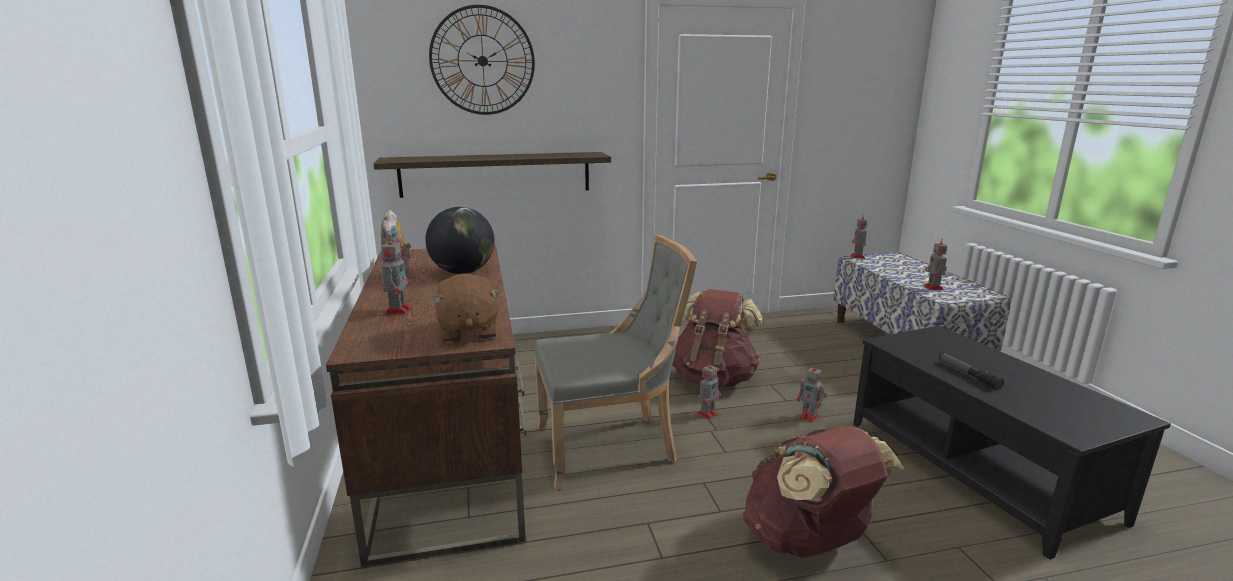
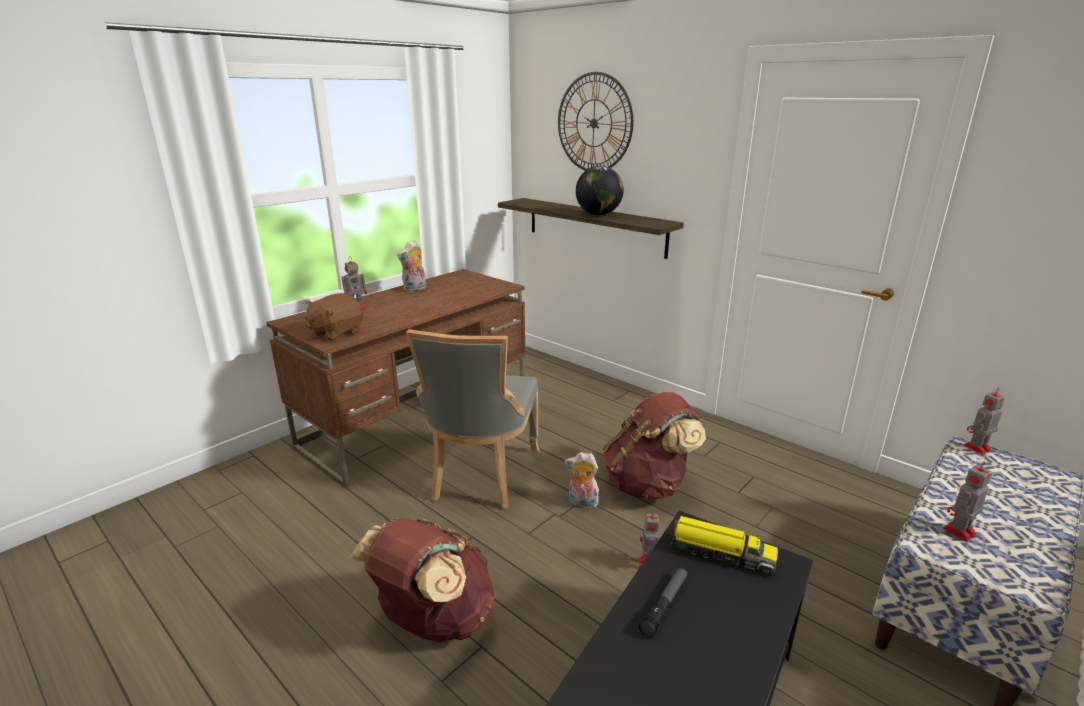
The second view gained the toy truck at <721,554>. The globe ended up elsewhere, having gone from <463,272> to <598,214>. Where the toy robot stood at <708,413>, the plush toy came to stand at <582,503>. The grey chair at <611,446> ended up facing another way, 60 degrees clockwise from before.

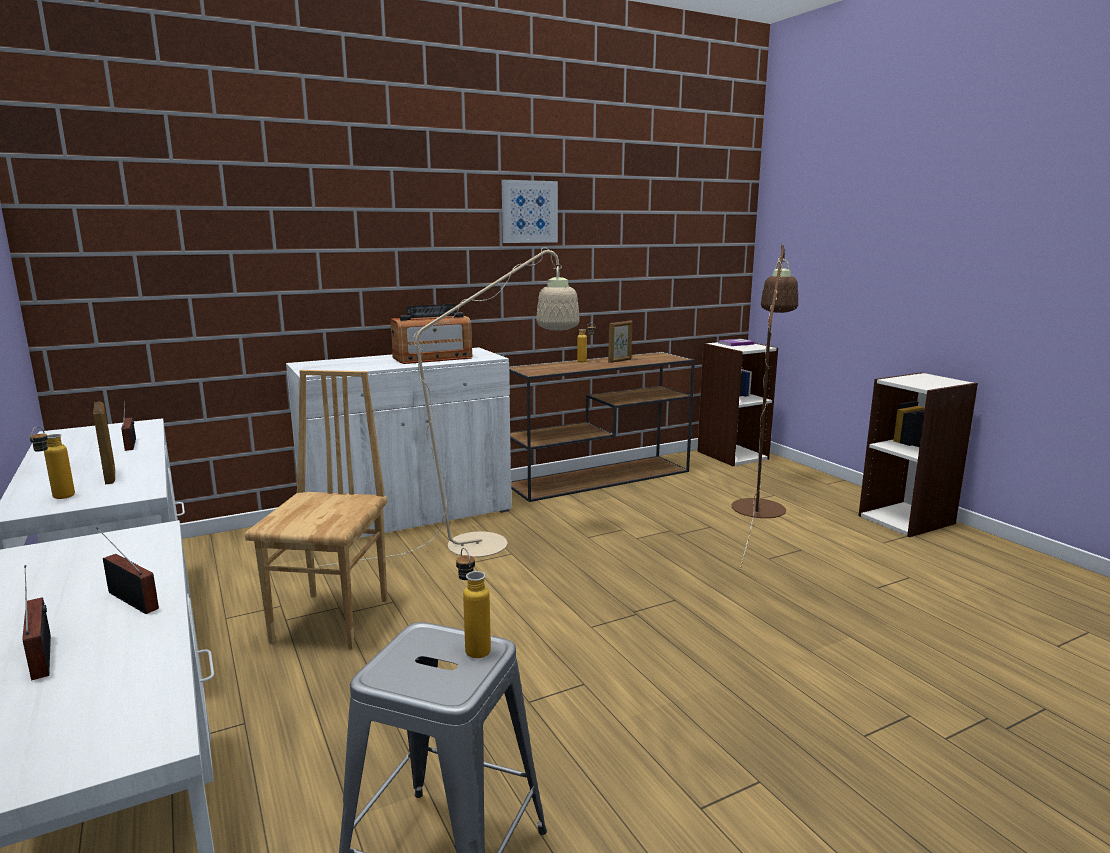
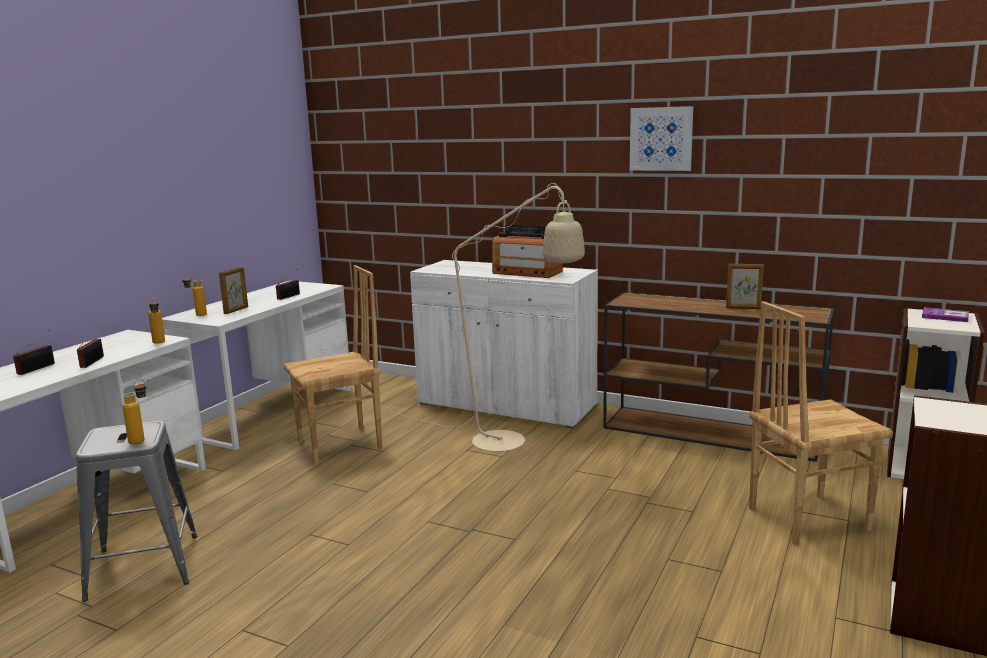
The bottle ended up elsewhere, having gone from <586,361> to <159,343>. Where the brown floor lamp stood at <759,503>, the brown chair came to stand at <806,518>.

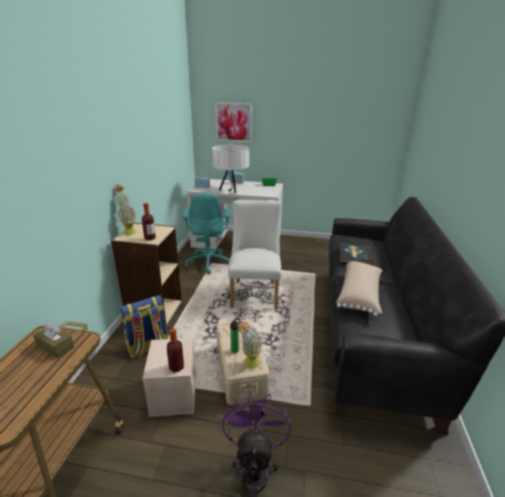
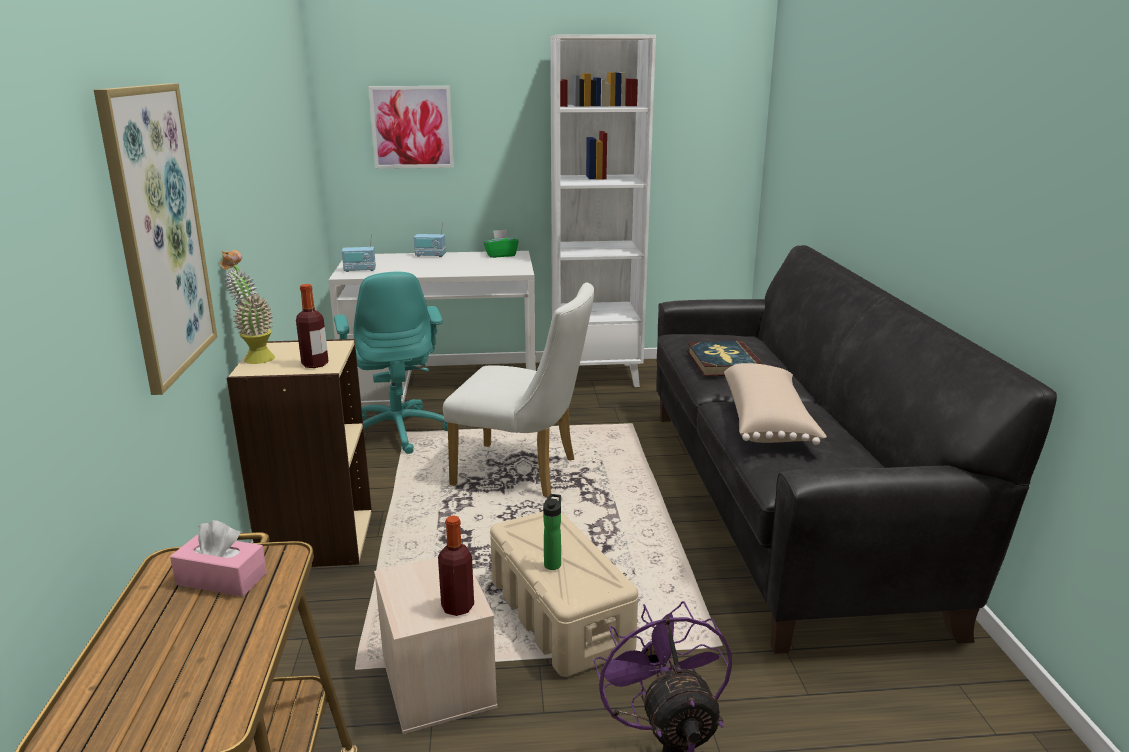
The second view lost the backpack at <148,347>. The second view lost the white table lamp at <231,189>. The second view lost the potted plant at <249,365>. The second view gained the picture at <158,233>. The second view gained the white bookcase at <596,376>. What was the brown tissue box at <55,346> turned into the pink tissue box at <222,579>. The white chair at <254,292> ended up facing another way, 120 degrees clockwise from before.

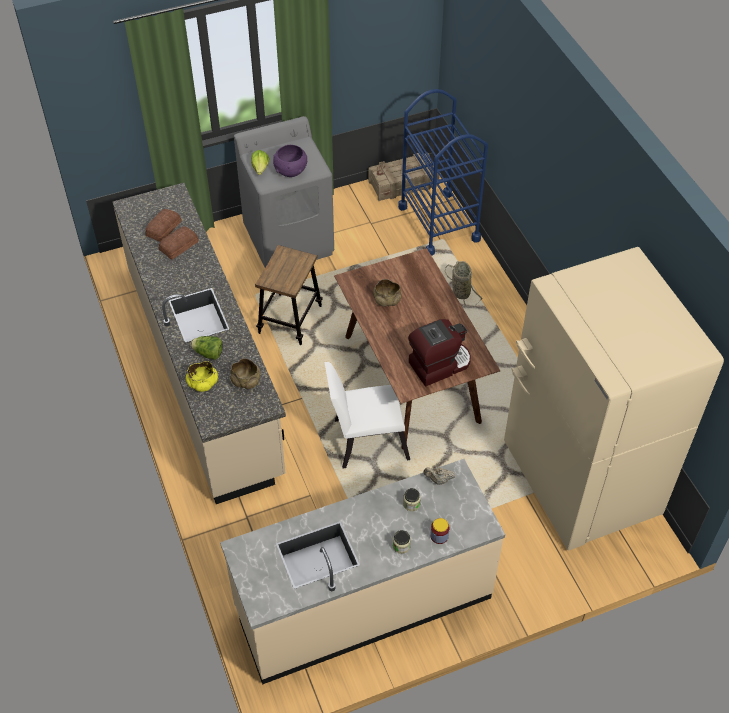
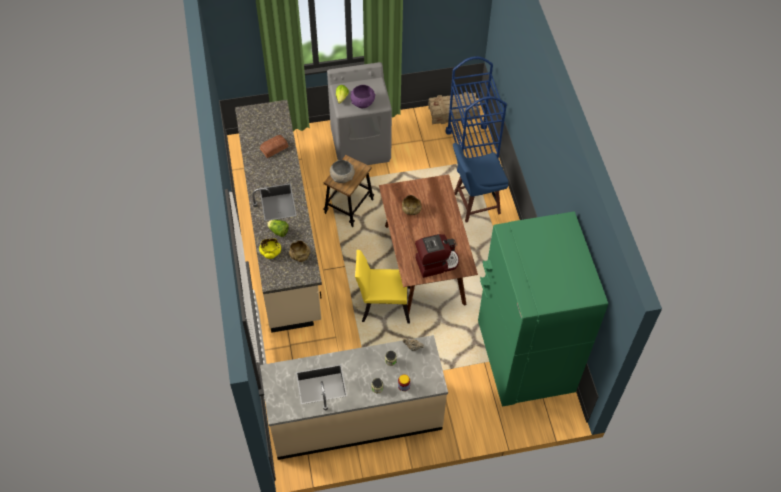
The second view lost the bread at <162,228>. The second view gained the grey bowl at <342,177>. Where the basket stood at <460,291>, the blue stool came to stand at <475,204>. What was the white chair at <365,439> turned into the yellow chair at <382,303>. What was the beige fridge at <579,481> turned into the green fridge at <524,358>.

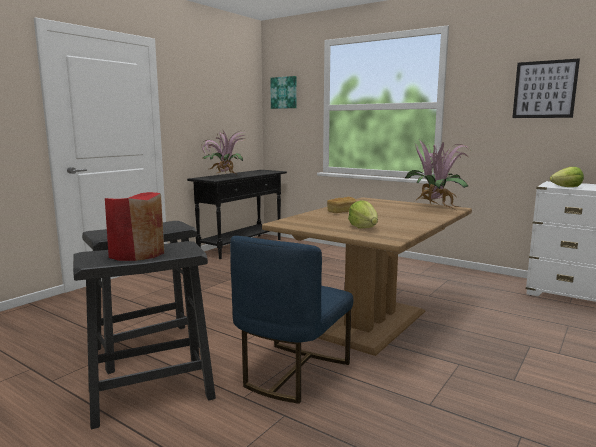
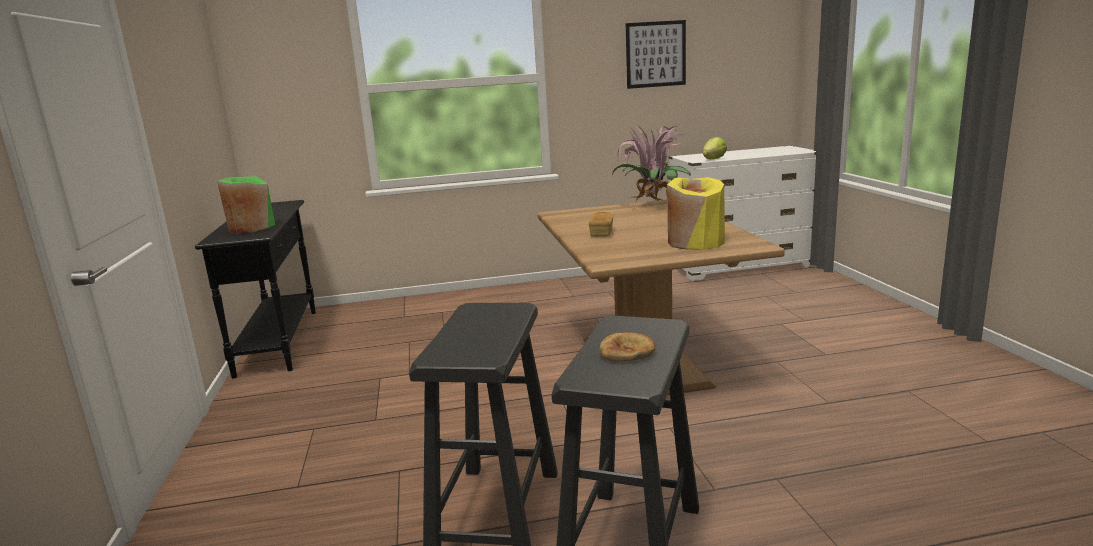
The second view lost the blue chair at <291,373>. The second view lost the picture at <284,92>. Where the red vase stood at <138,253>, the bread came to stand at <627,351>. Where the potted plant stood at <224,176>, the green vase came to stand at <251,228>. Where the lettuce stood at <364,228>, the yellow vase came to stand at <695,242>.

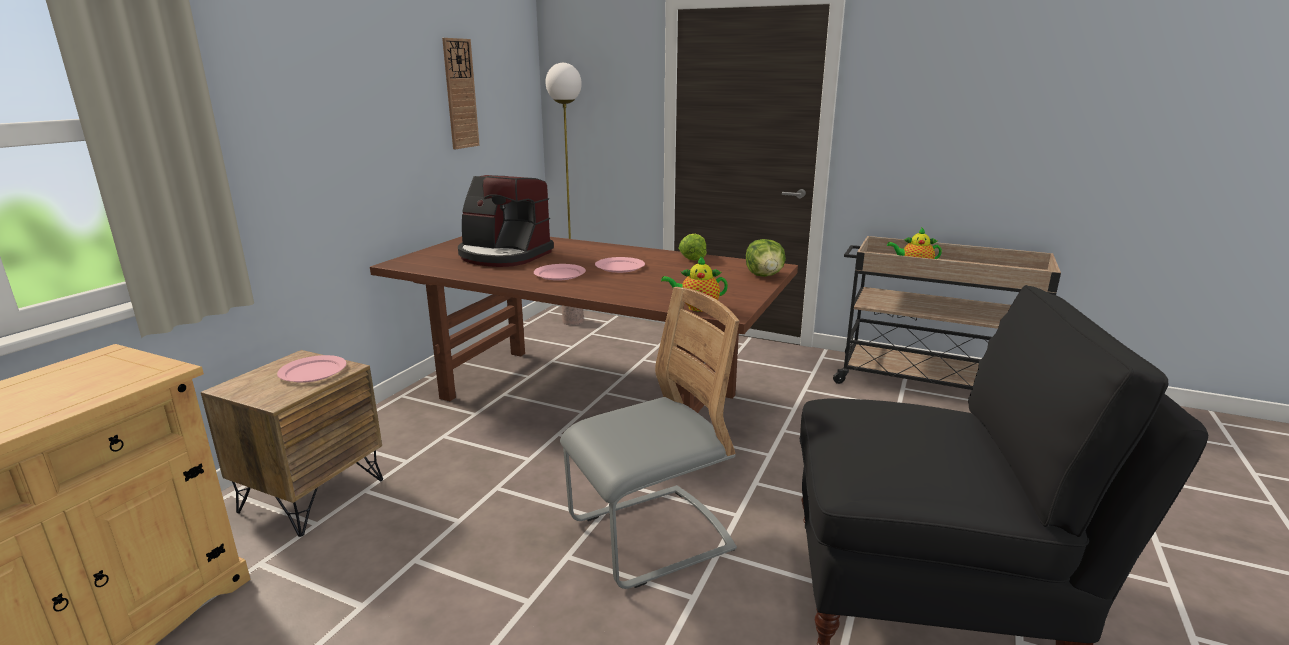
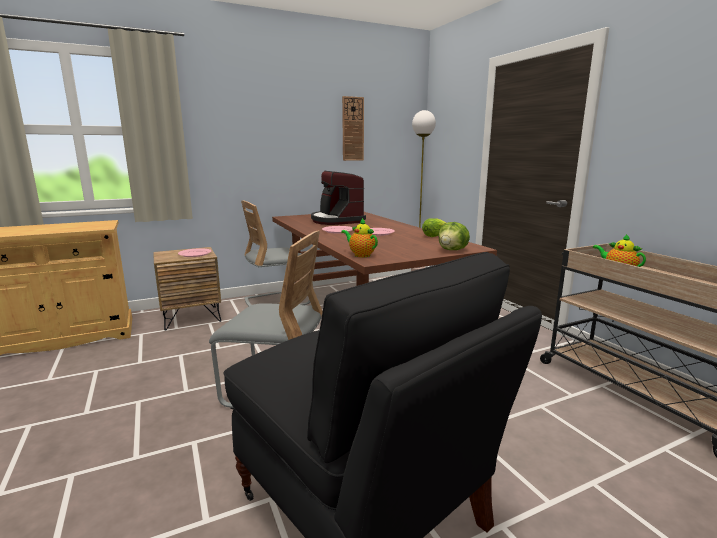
The second view gained the grey chair at <277,302>.

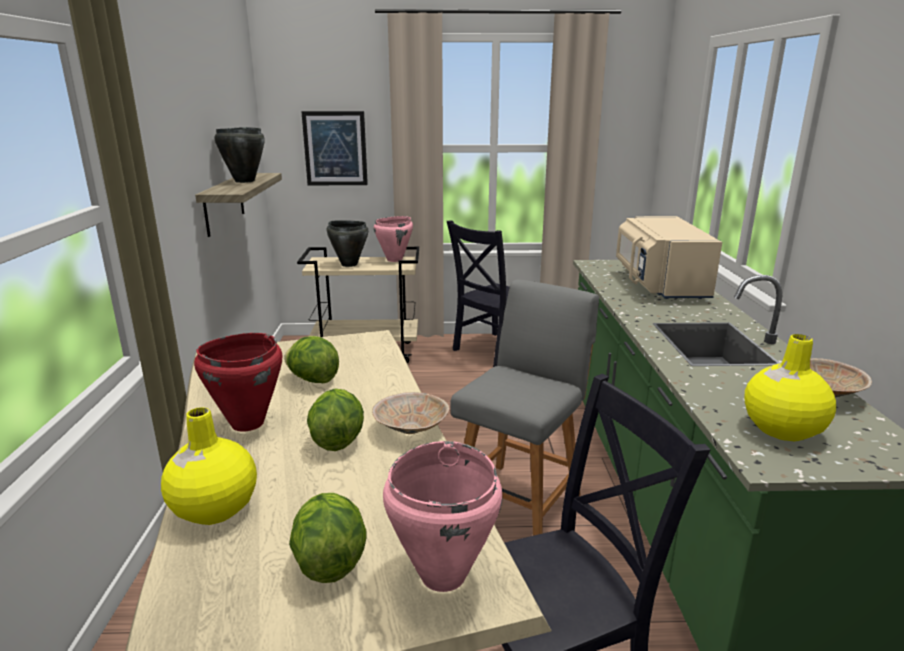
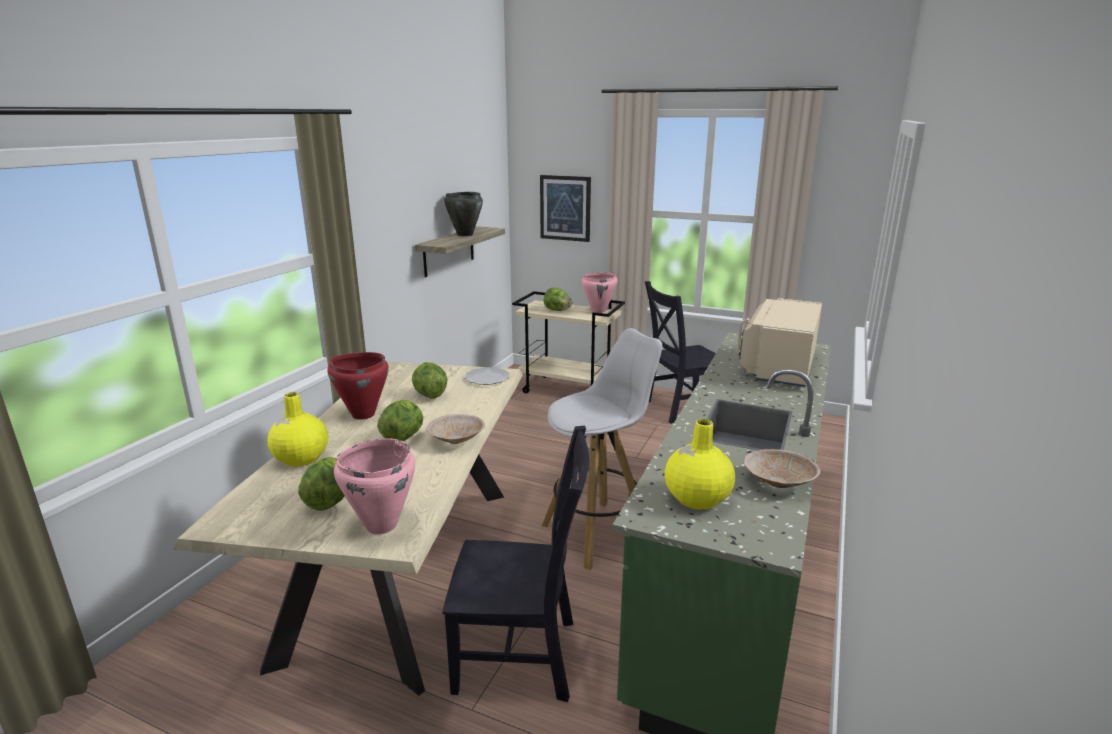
The second view gained the plate at <486,378>. Where the black cooking pot stood at <349,264>, the lettuce came to stand at <557,310>. Where the grey chair stood at <519,500>, the white stool came to stand at <598,533>.

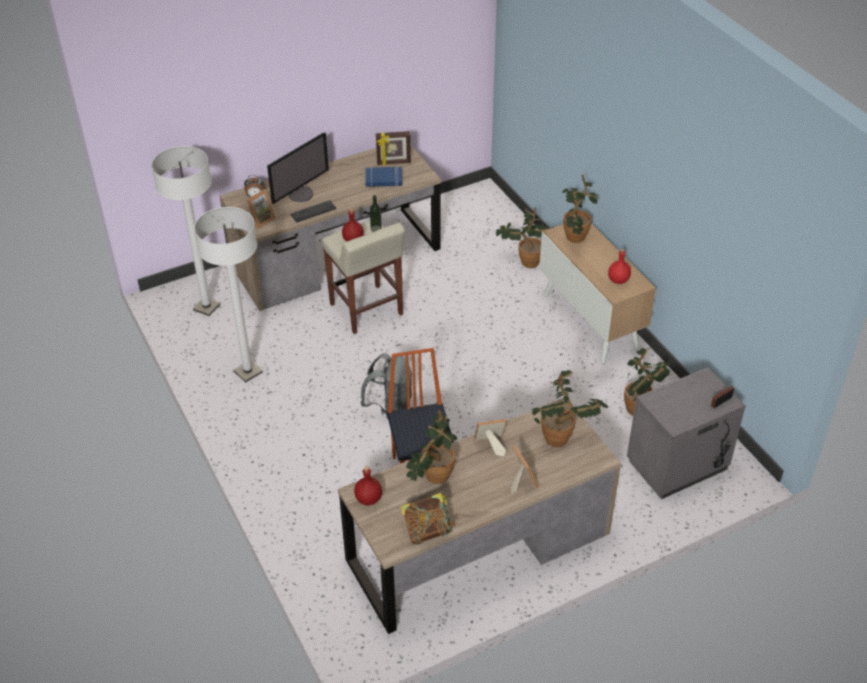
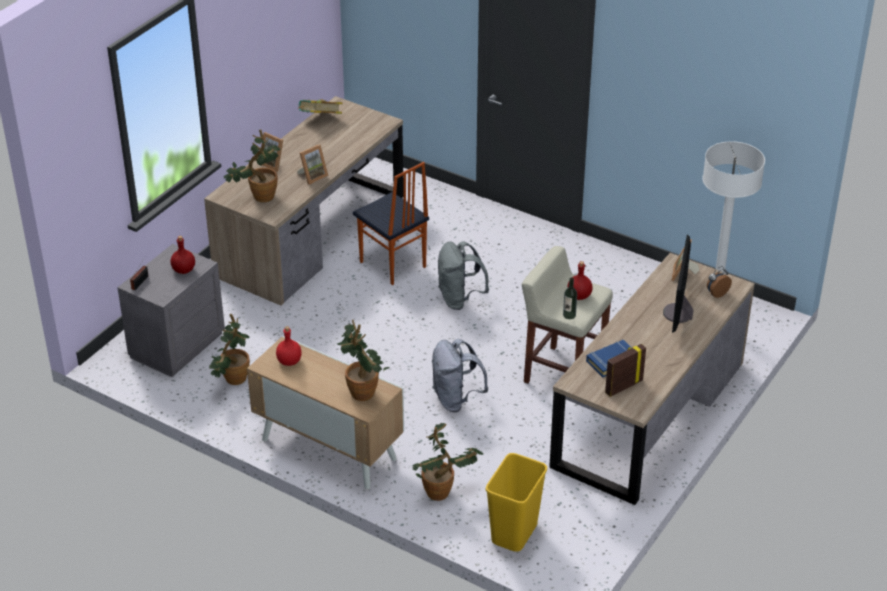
The second view lost the white floor lamp at <248,372>. The second view lost the keyboard at <313,211>. The second view lost the potted plant at <433,478>. The second view gained the grey backpack at <456,399>. The second view gained the yellow trash can at <515,534>. The red bottle ended up elsewhere, having gone from <368,499> to <184,270>.

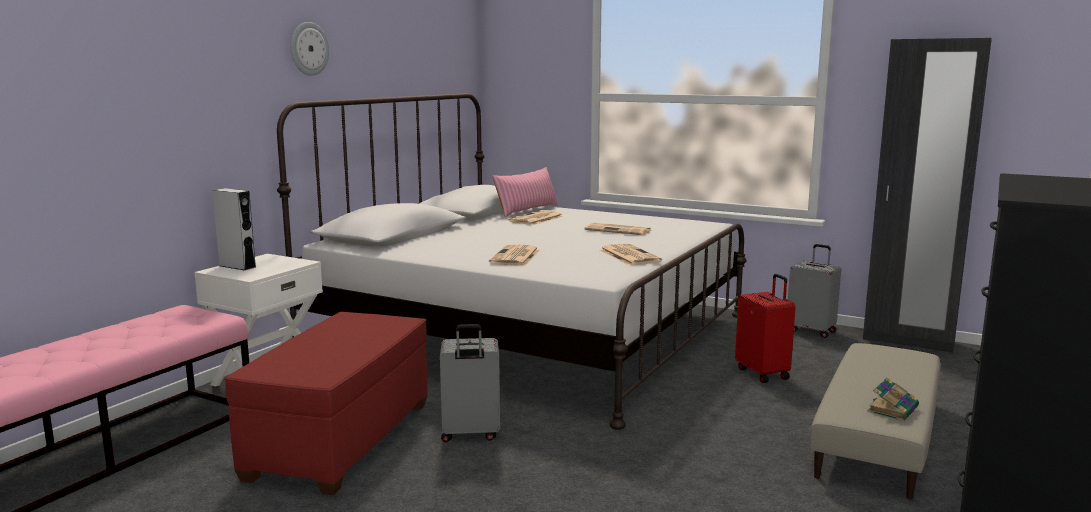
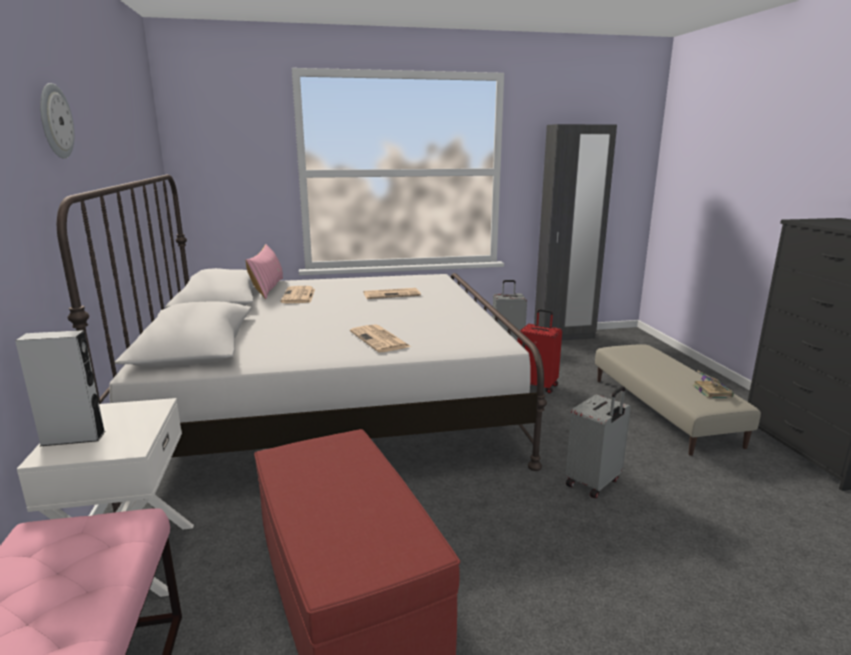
The second view lost the newspaper at <628,255>. The grey suitcase ended up elsewhere, having gone from <470,434> to <594,483>.

